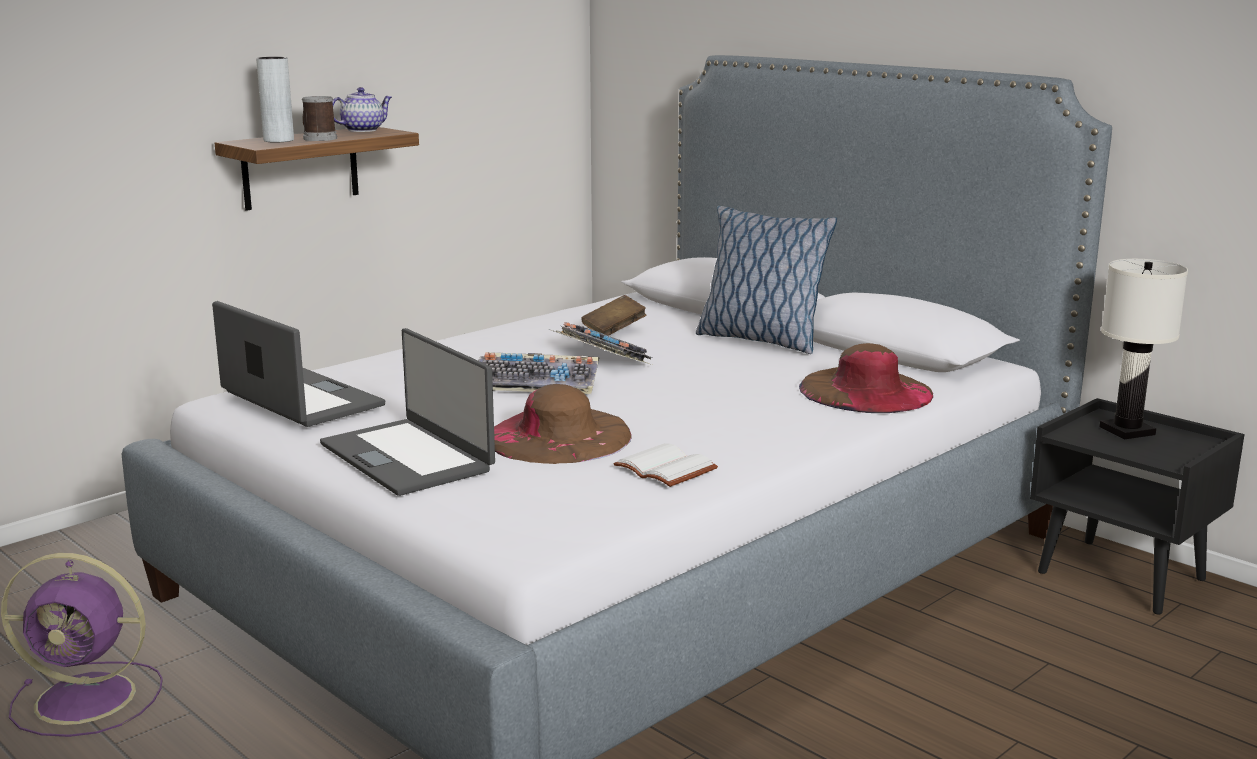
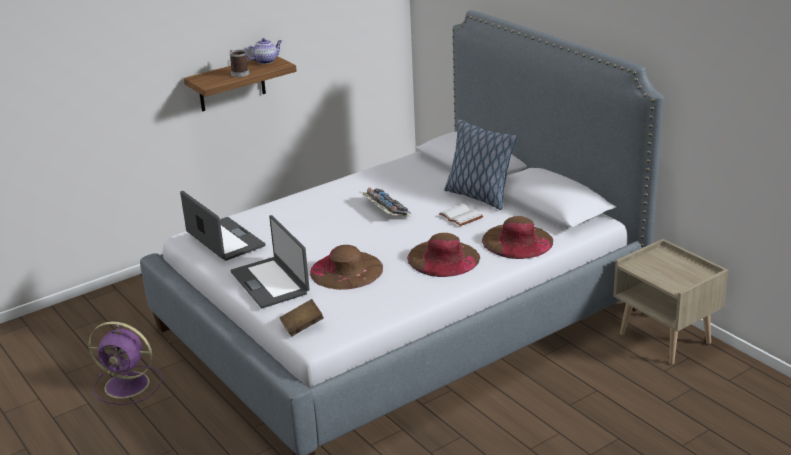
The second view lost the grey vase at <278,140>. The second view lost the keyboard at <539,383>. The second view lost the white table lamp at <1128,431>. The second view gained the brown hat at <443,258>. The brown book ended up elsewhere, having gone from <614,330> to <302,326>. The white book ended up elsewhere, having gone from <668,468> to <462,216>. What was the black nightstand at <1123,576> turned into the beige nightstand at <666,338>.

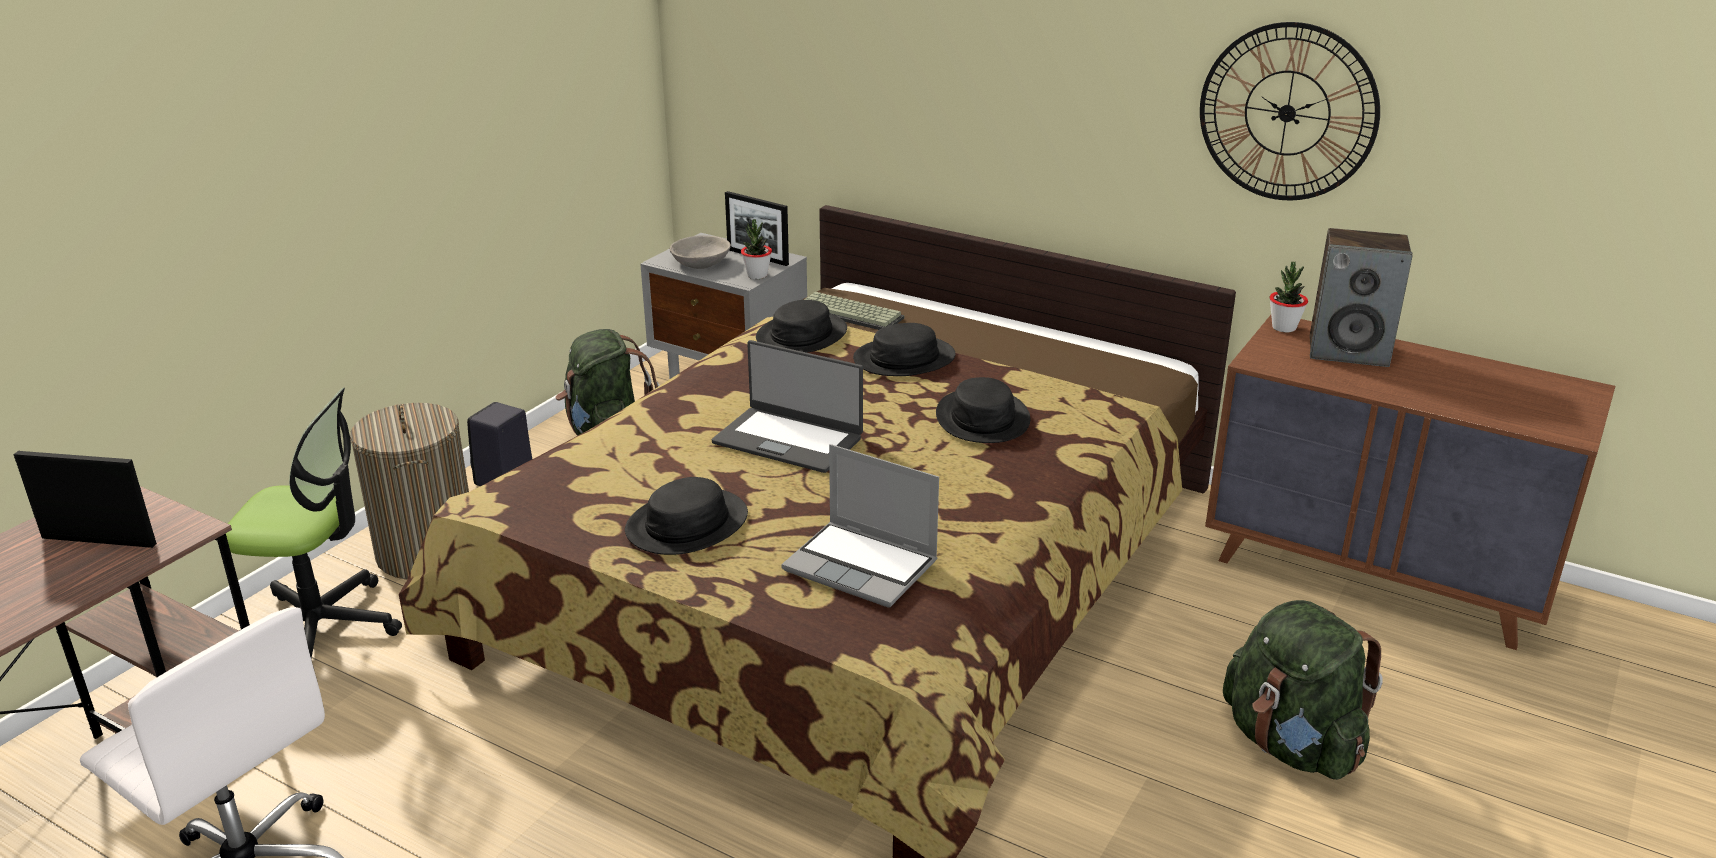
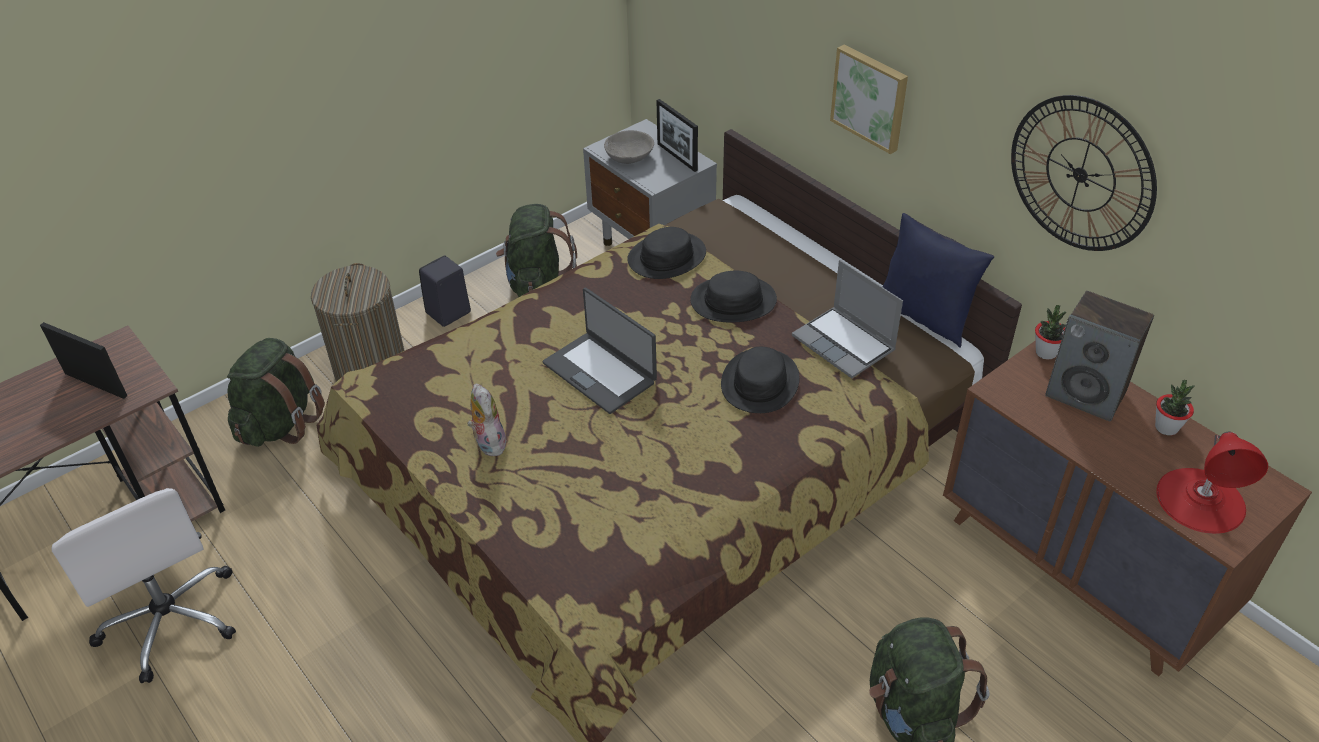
The second view lost the keyboard at <851,313>. The second view gained the picture at <870,97>. The second view gained the blue pillow at <924,317>. The second view gained the red table lamp at <1201,500>. The potted plant ended up elsewhere, having gone from <757,275> to <1166,428>. The laptop ended up elsewhere, having gone from <863,566> to <845,344>. Where the office chair stood at <321,628>, the green backpack came to stand at <281,423>. Where the black hat stood at <687,524>, the plush toy came to stand at <488,442>.

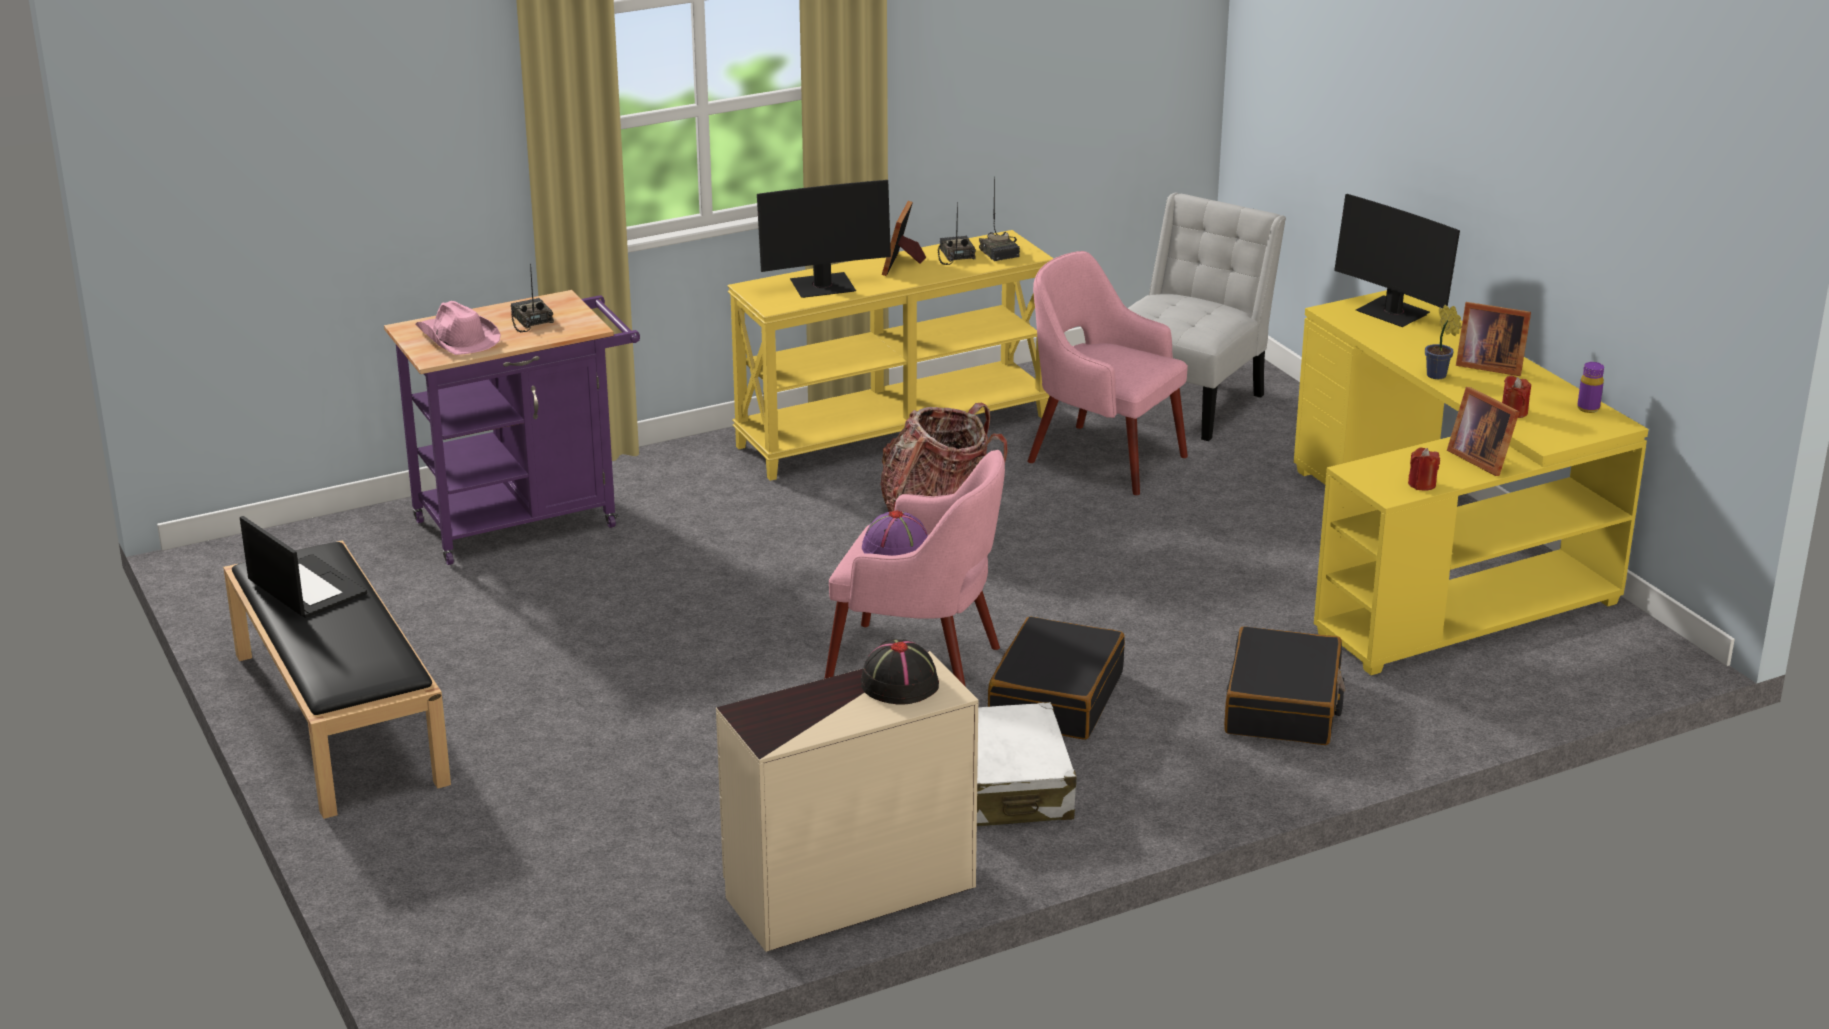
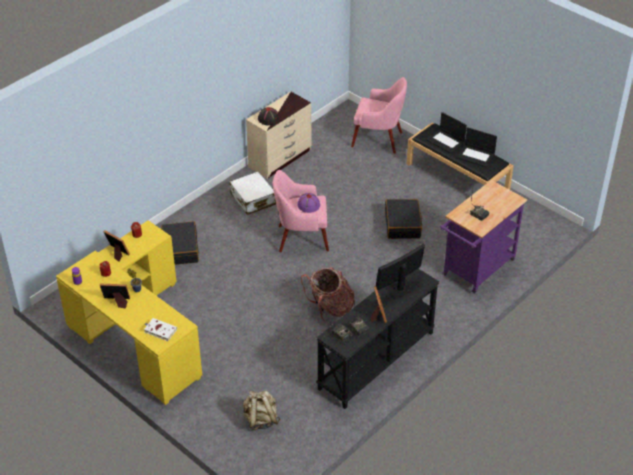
The second view lost the pink hat at <457,338>. The second view gained the laptop at <446,141>. The black suitcase ended up elsewhere, having gone from <1055,697> to <403,224>. The pink armchair ended up elsewhere, having gone from <1102,457> to <378,139>. Where the white chair stood at <1188,401>, the beige backpack came to stand at <260,419>. Where the monitor stood at <1392,313>, the white book came to stand at <159,330>. What was the yellow console table at <893,430> turned into the black console table at <376,361>.

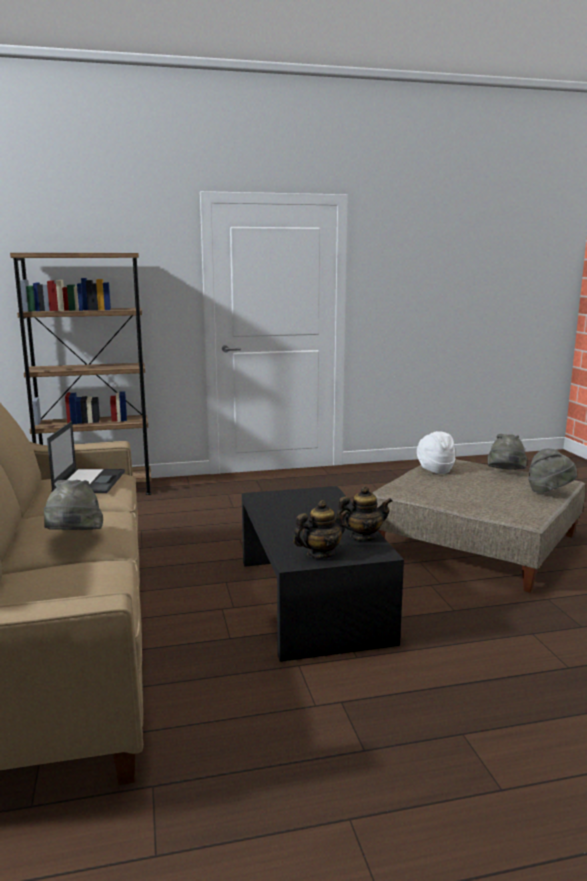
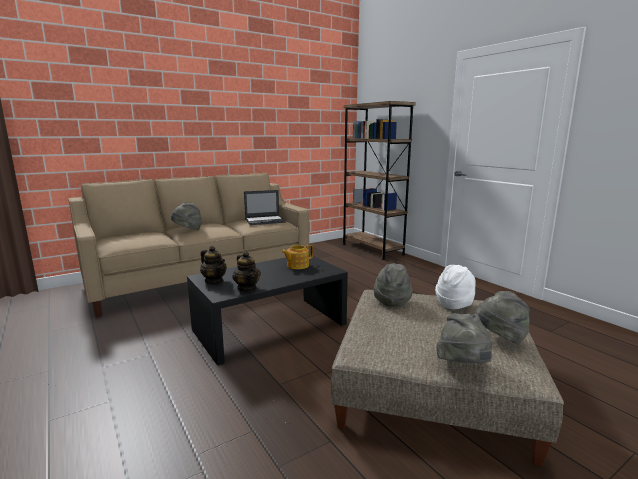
The second view gained the teapot at <297,265>. The second view gained the grey hat at <392,301>.

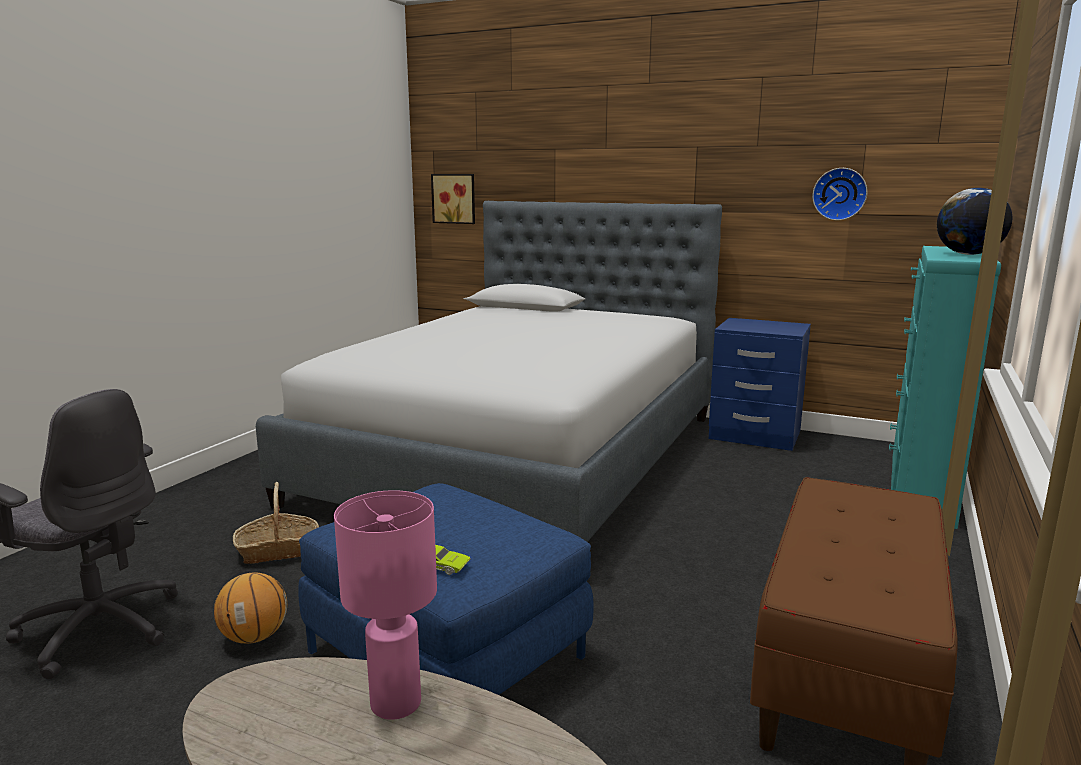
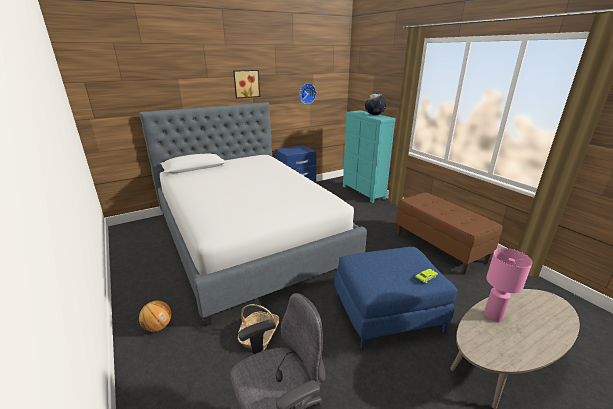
The basketball ended up elsewhere, having gone from <254,637> to <158,326>. The picture ended up elsewhere, having gone from <454,198> to <246,84>.

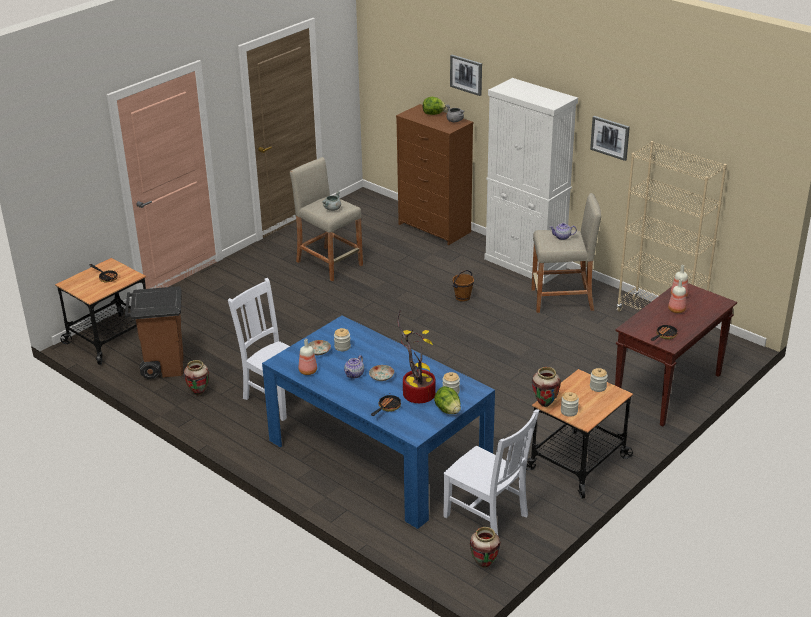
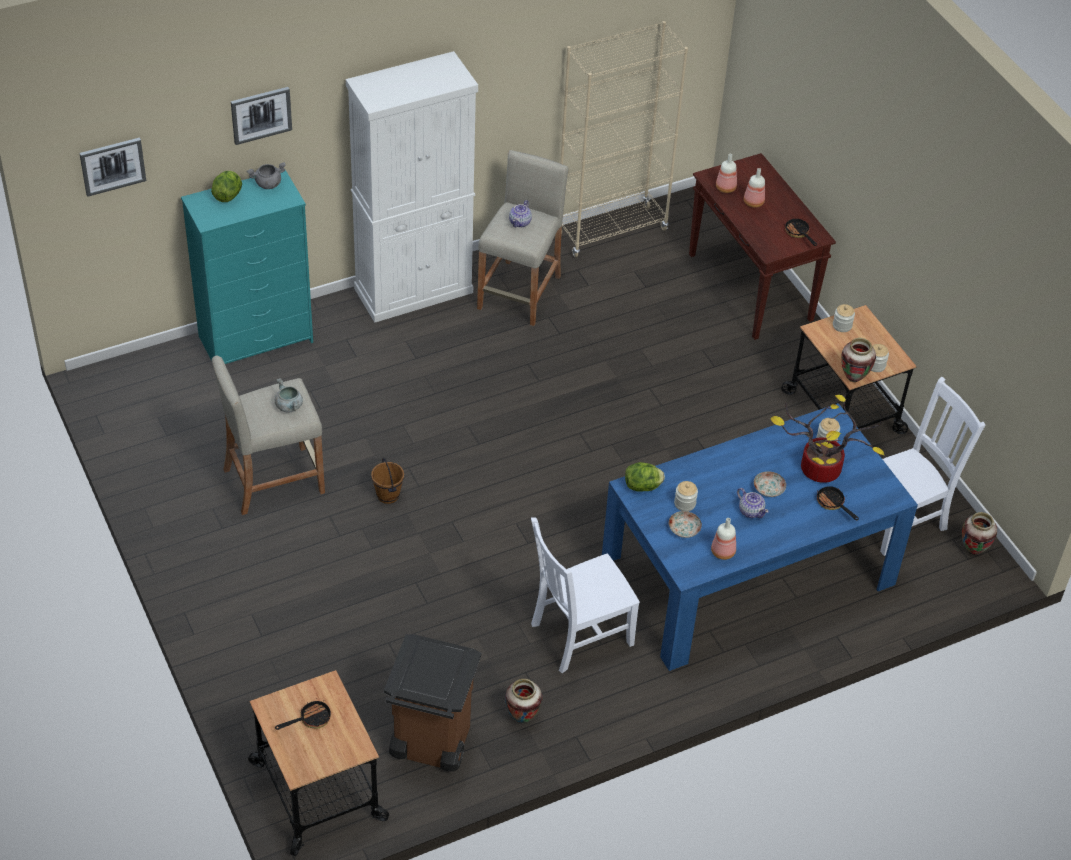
The lettuce ended up elsewhere, having gone from <448,410> to <643,486>. The brown bucket ended up elsewhere, having gone from <463,298> to <388,495>. The picture ended up elsewhere, having gone from <610,137> to <112,165>. What was the brown dresser at <435,228> turned into the turquoise dresser at <257,339>.

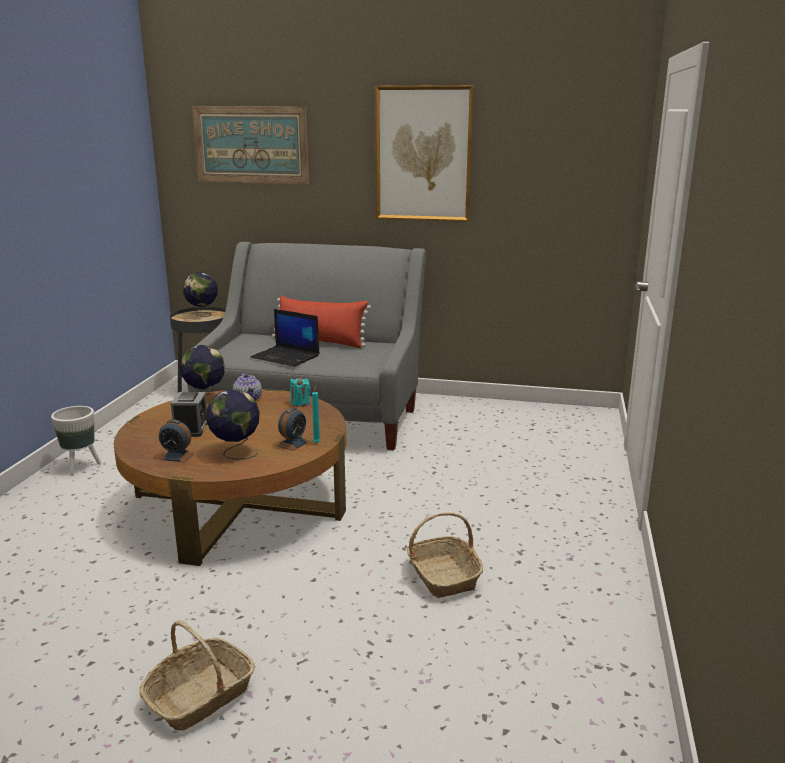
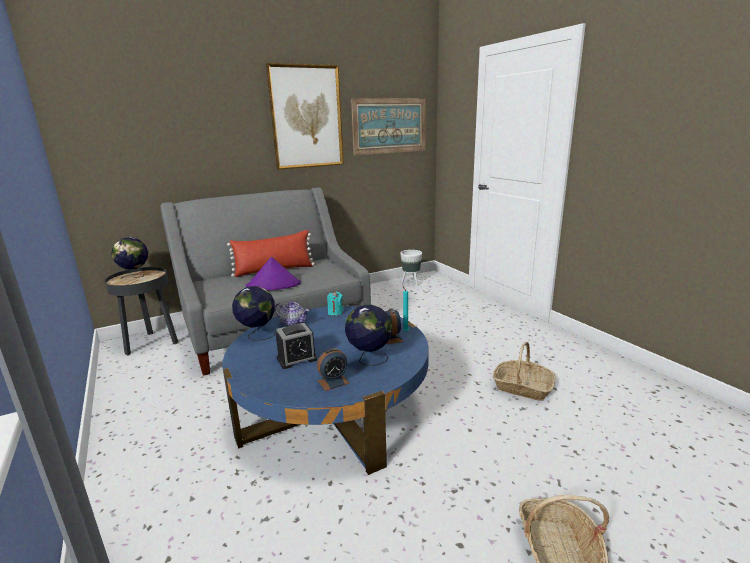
The white planter ended up elsewhere, having gone from <81,467> to <411,283>. The picture ended up elsewhere, having gone from <251,145> to <389,126>. Where the laptop stood at <286,357>, the purple hat came to stand at <273,285>. What was the brown coffee table at <239,504> turned into the blue coffee table at <332,410>. The alarm clock at <191,428> ended up facing another way, 105 degrees clockwise from before.

